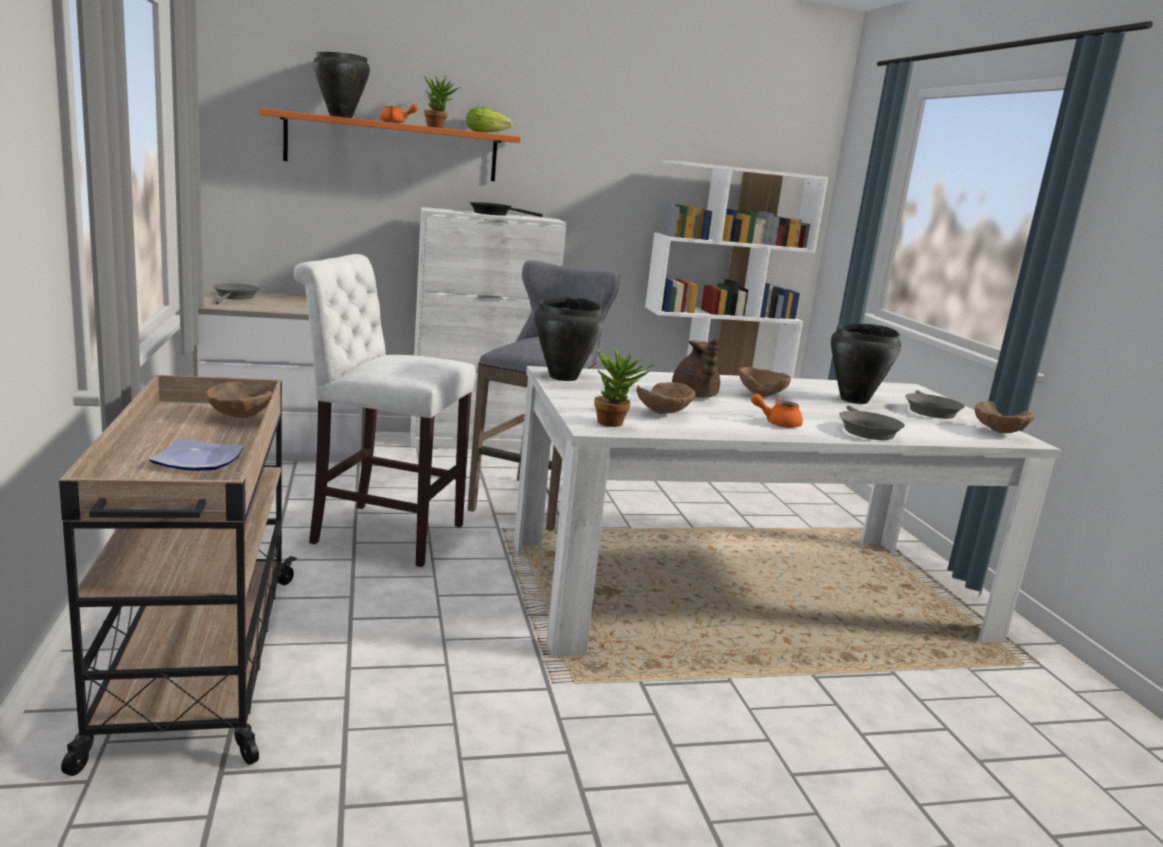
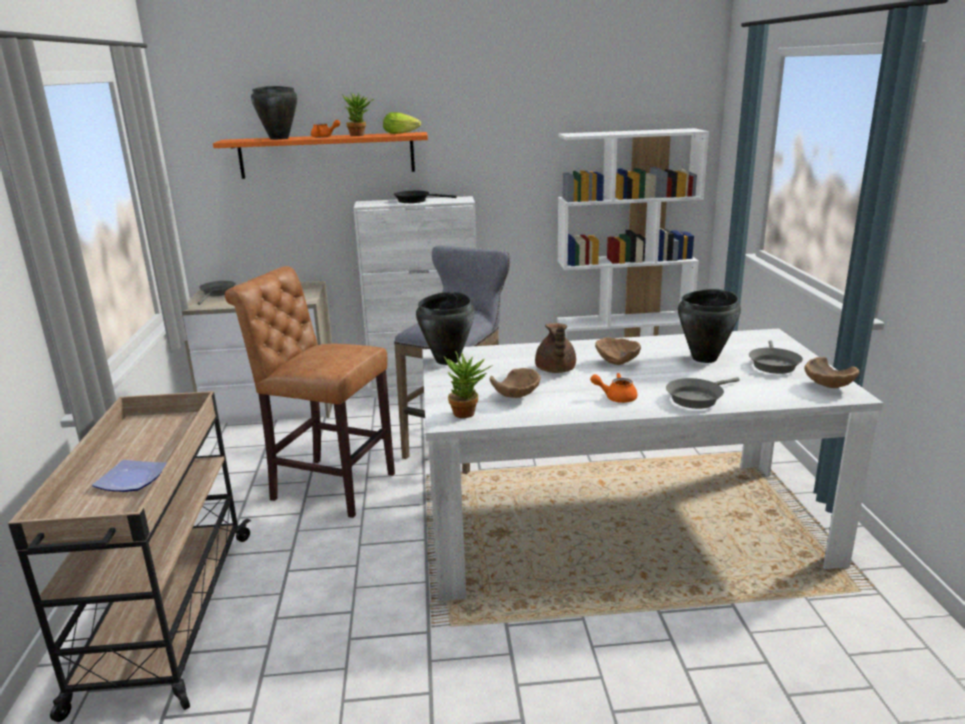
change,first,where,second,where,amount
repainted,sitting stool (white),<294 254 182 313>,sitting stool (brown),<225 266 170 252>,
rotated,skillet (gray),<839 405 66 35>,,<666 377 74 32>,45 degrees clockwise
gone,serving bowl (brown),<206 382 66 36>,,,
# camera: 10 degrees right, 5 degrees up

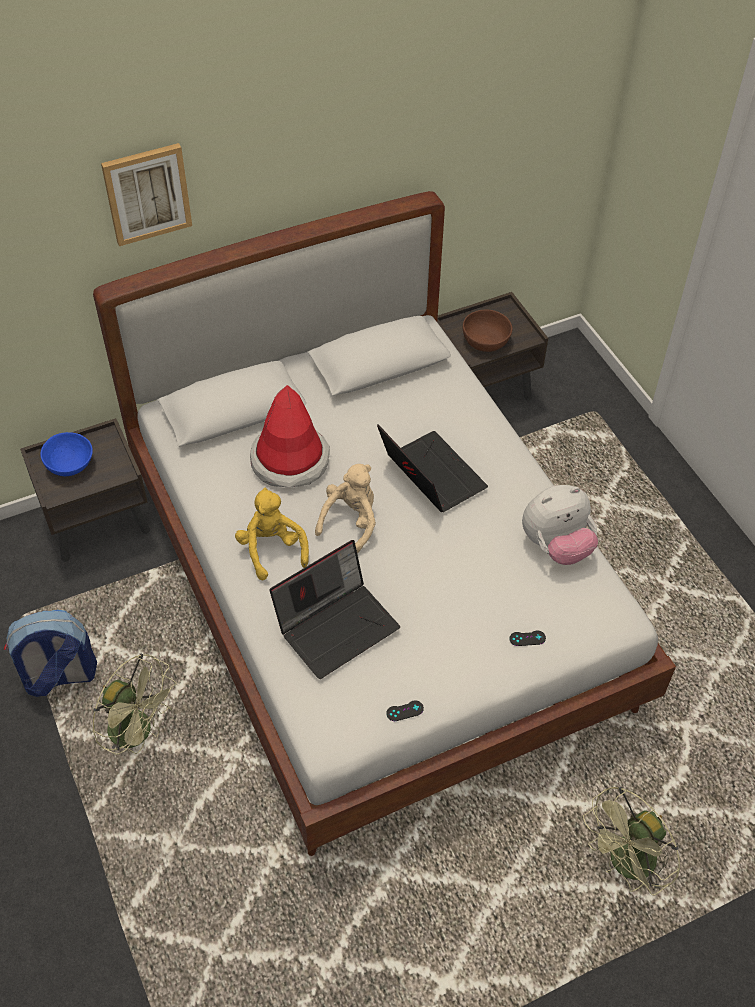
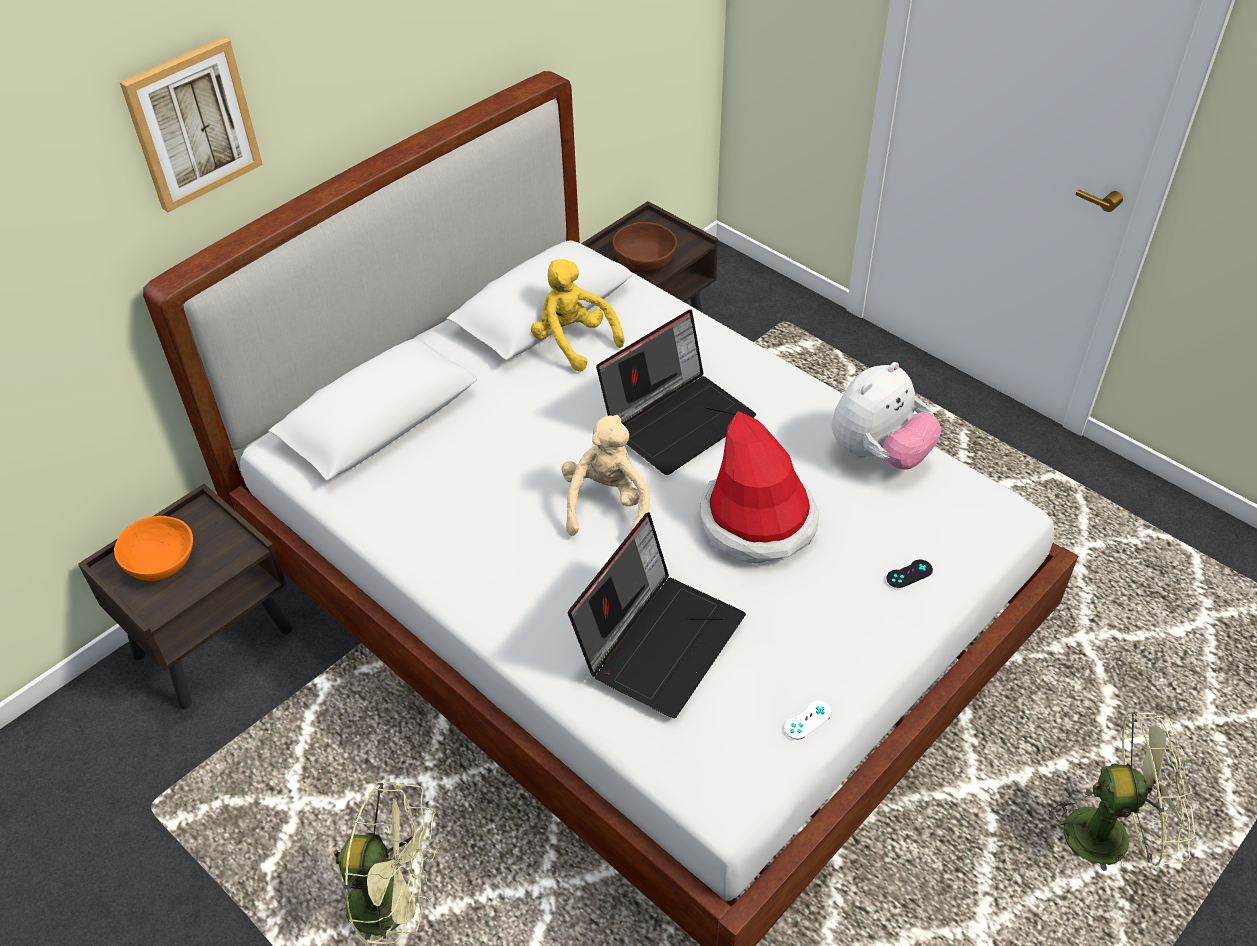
change,first,where,second,where,amount
repainted,serving bowl (blue-coloured),<41 432 52 44>,serving bowl (orange-coloured),<114 516 79 65>,
shifted,soft toy (yellowish),<235 488 74 92>,,<531 259 94 113>,
rotated,laptop,<377 424 111 88>,,<596 310 160 165>,105 degrees clockwise
shifted,hat,<250 385 80 102>,,<699 411 120 153>,
repainted,joypad (blackish),<386 700 38 21>,joypad (white),<784 701 48 39>,
rotated,electric fan (green),<583 787 97 109>,,<1049 711 147 160>,120 degrees counterclockwise
gone,rucksack,<4 610 93 87>,,,
# camera: 20 degrees left, 5 degrees down

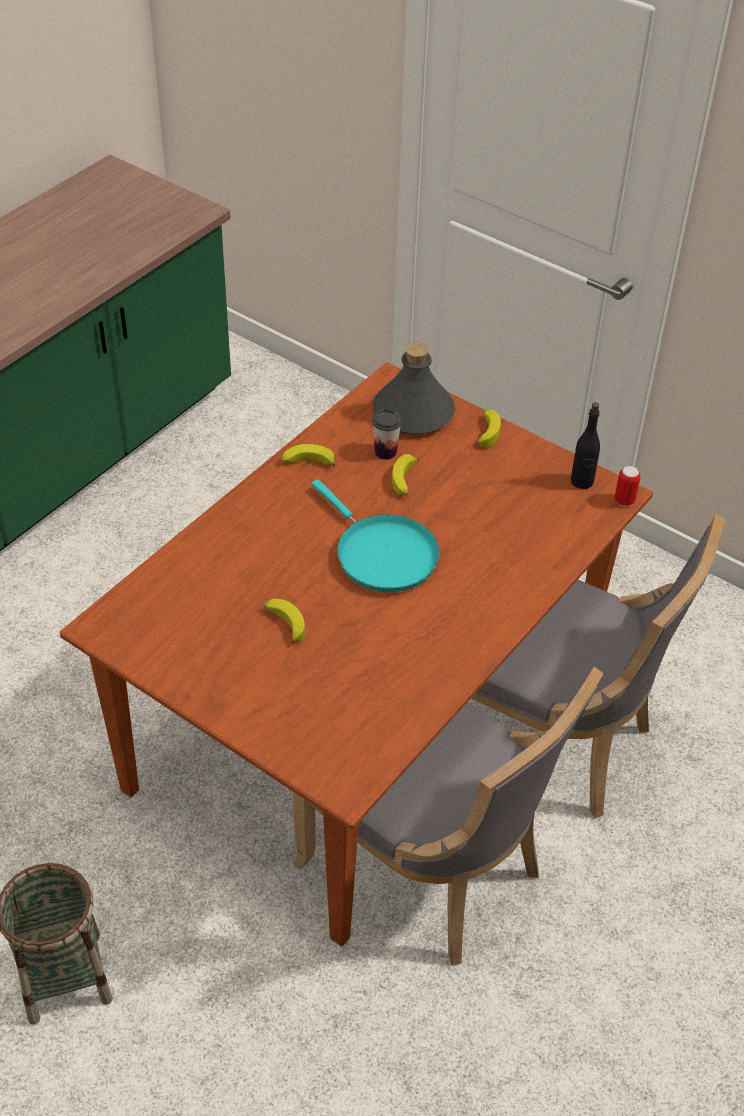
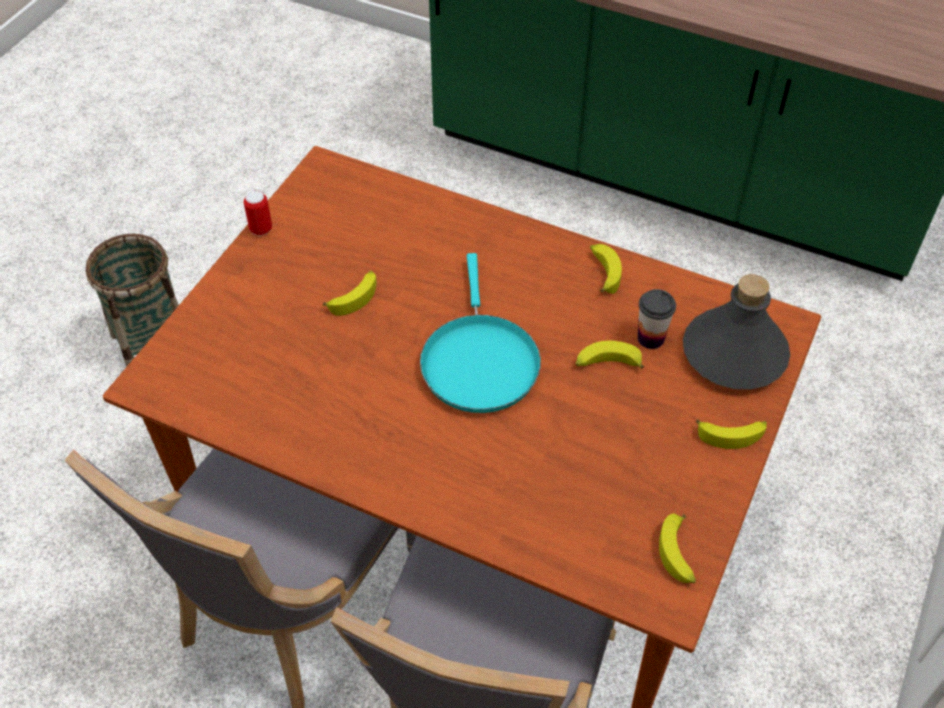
change,first,where,second,where,amount
shifted,metal can,<615 466 26 40>,,<244 191 28 45>,
rotated,skillet (blue-green),<311 479 129 113>,,<420 253 121 160>,45 degrees counterclockwise
swapped,beverage bottle (blackish),<571 402 29 87>,banana fruit,<659 514 37 69>,
# camera: 80 degrees right, 5 degrees up

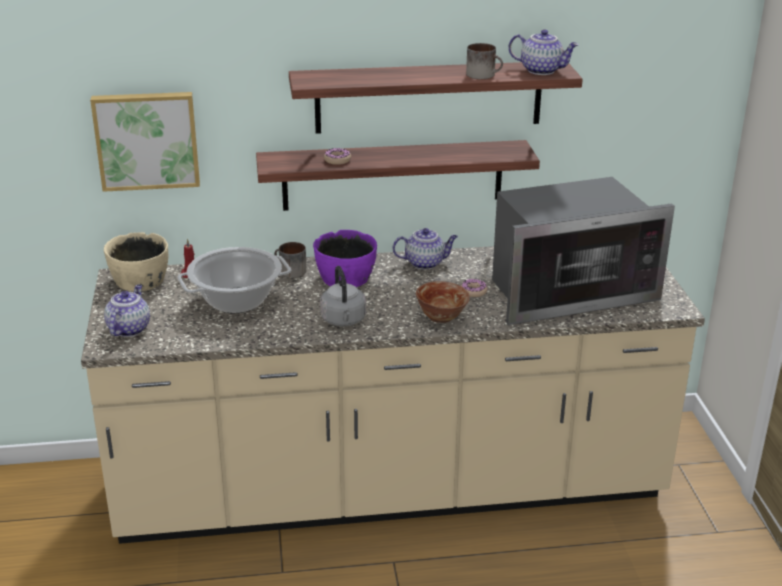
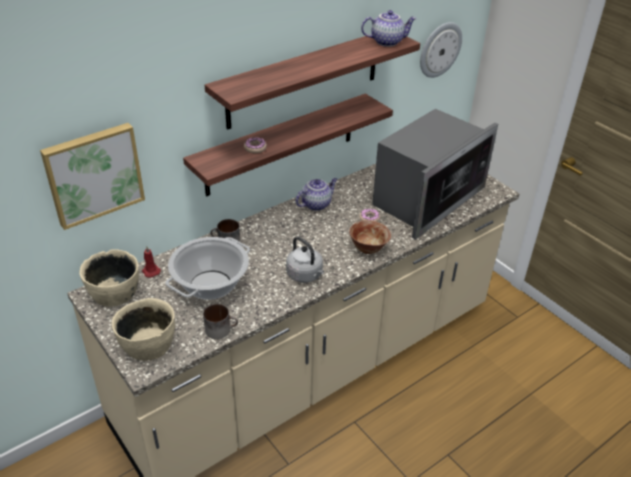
change,first,where,second,where,amount
swapped,teapot,<104 284 46 53>,serving bowl (beige-coloured),<112 298 63 63>,
shifted,tea mug,<466 43 37 36>,,<203 304 35 35>,
new,,,wall clock,<420 22 42 56>,
gone,serving bowl (purple-coloured),<313 230 64 57>,,,
# camera: 30 degrees left, 10 degrees up

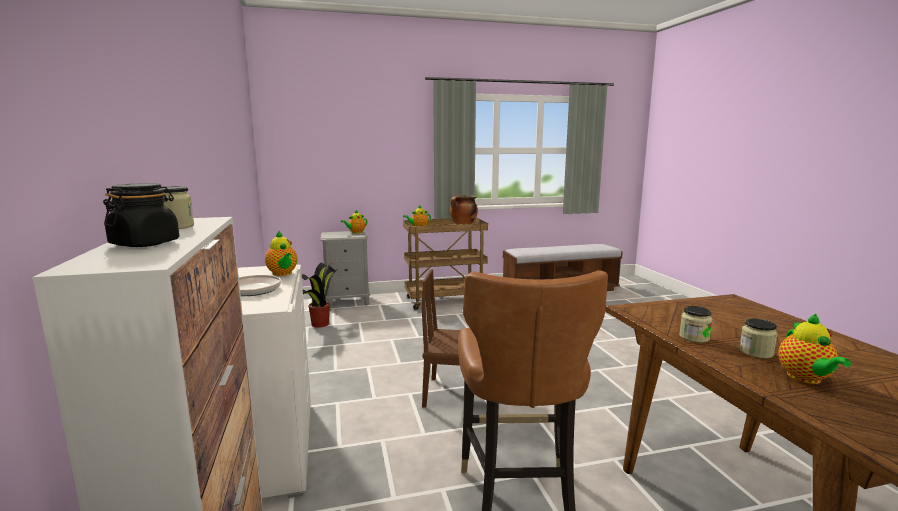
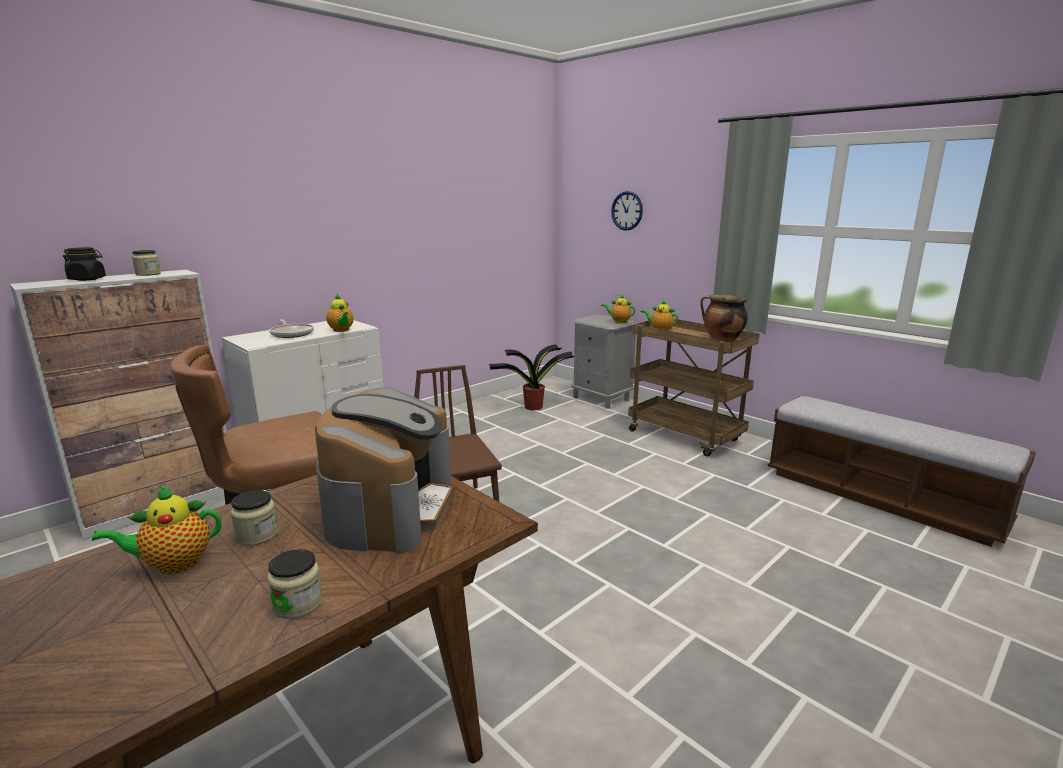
change,first,where,second,where,amount
shifted,storage jar,<679 306 34 37>,,<268 549 55 70>,
new,,,coffee maker,<315 387 138 166>,
rotated,teapot,<265 231 33 45>,,<326 293 28 39>,60 degrees counterclockwise
new,,,wall clock,<611 191 32 40>,
# camera: 60 degrees right, 5 degrees up

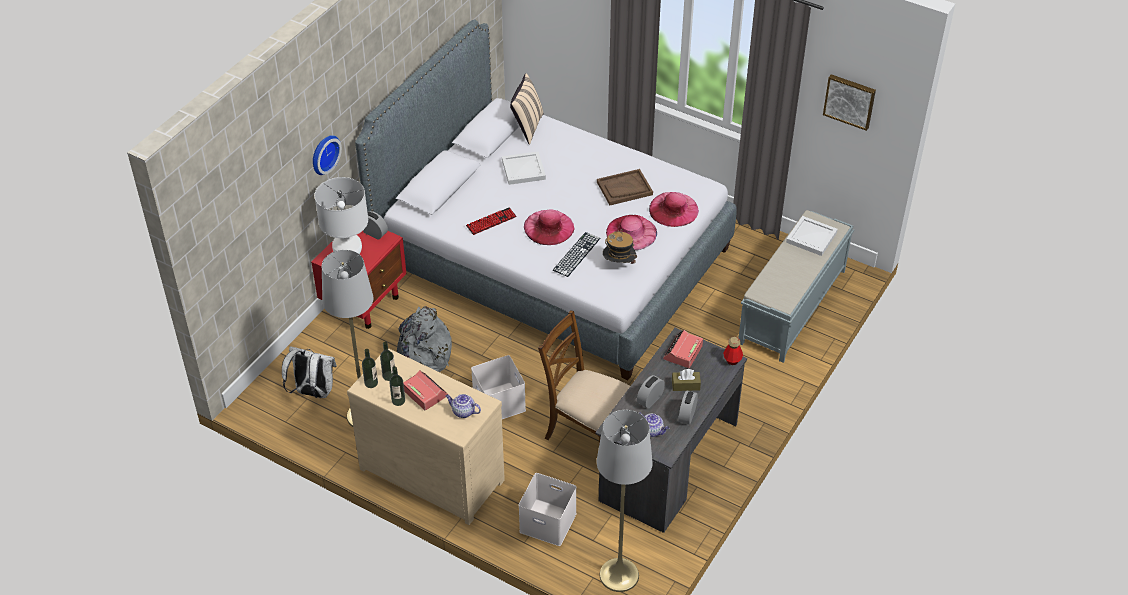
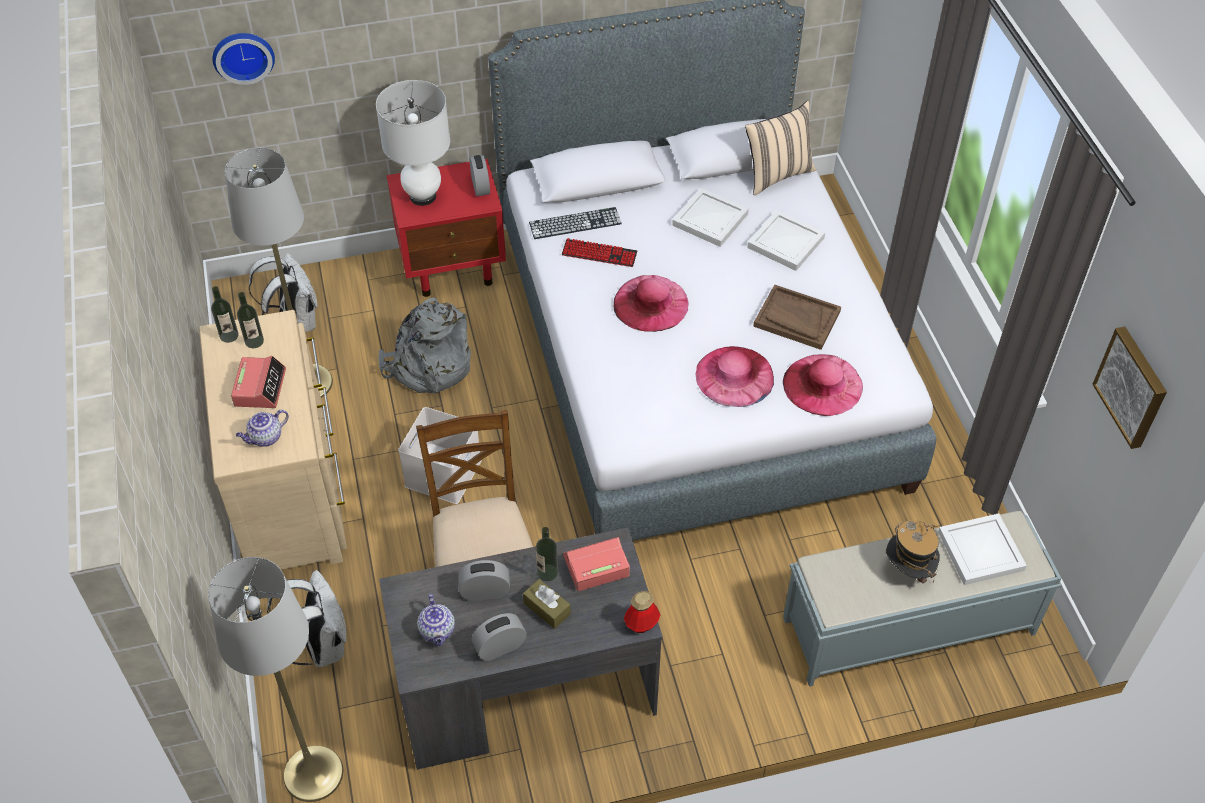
change,first,where,second,where,amount
shifted,wall clock,<313 135 29 40>,,<212 33 63 52>,
rotated,teapot,<445 394 36 24>,,<236 410 53 37>,105 degrees counterclockwise
swapped,storage container (white),<519 473 58 73>,rucksack (white),<267 570 79 98>,
shifted,computer keyboard,<553 232 47 45>,,<529 207 93 32>,
shifted,beverage bottle,<389 366 16 40>,,<536 527 22 54>,
new,,,tray (white),<747 210 78 61>,
shifted,hat,<603 229 34 35>,,<886 520 54 64>,
# camera: 45 degrees right, 5 degrees up

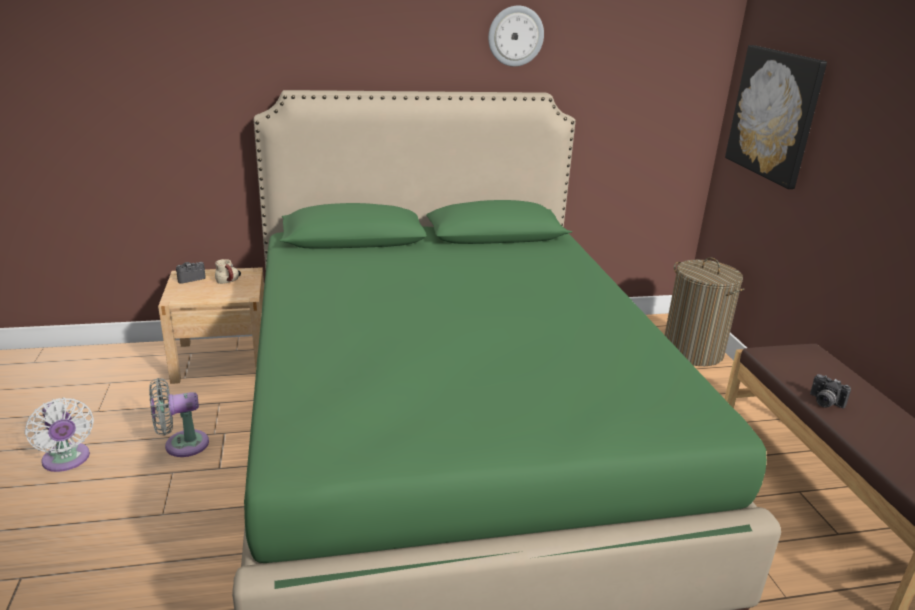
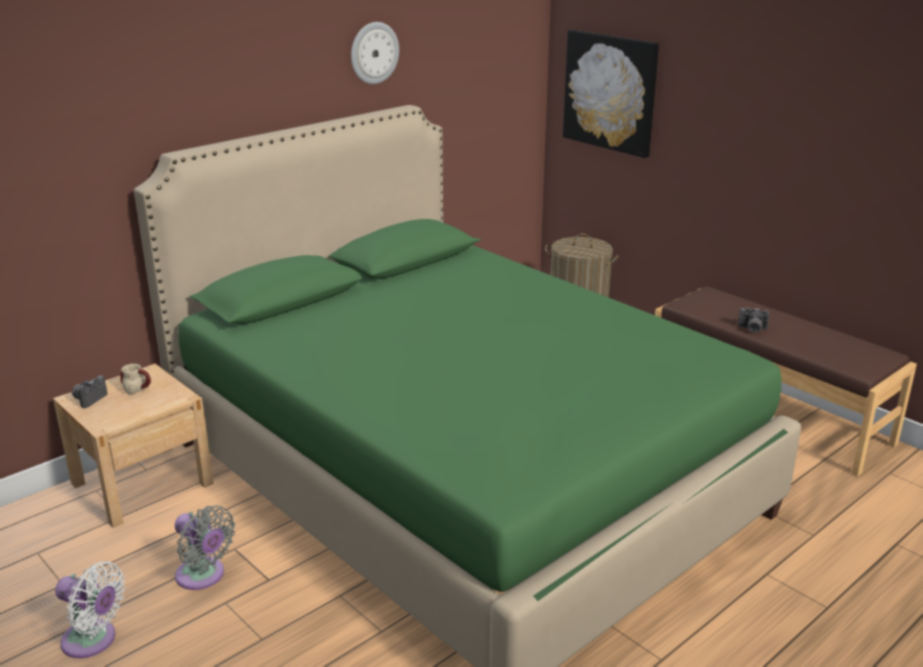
change,first,where,second,where,amount
rotated,electric fan (gray),<149 378 60 79>,,<175 505 60 85>,90 degrees counterclockwise
# camera: 30 degrees left, 0 degrees up

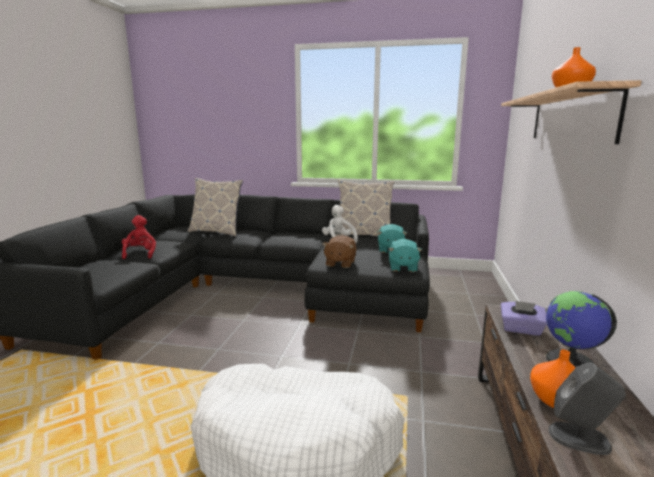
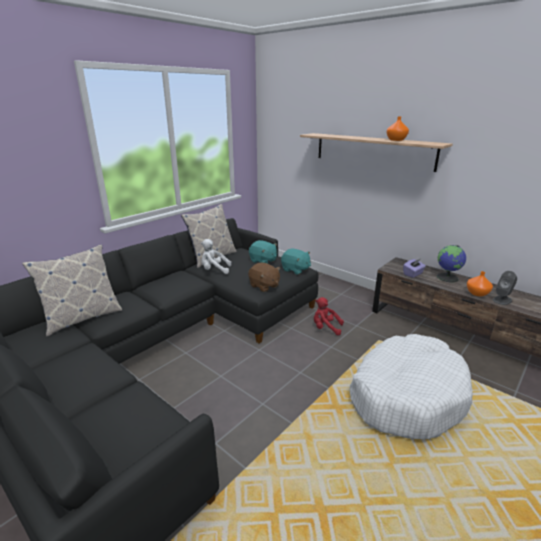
change,first,where,second,where,amount
shifted,soft toy (red-coloured),<122 215 34 44>,,<314 297 30 38>,
# camera: 60 degrees left, 10 degrees up

